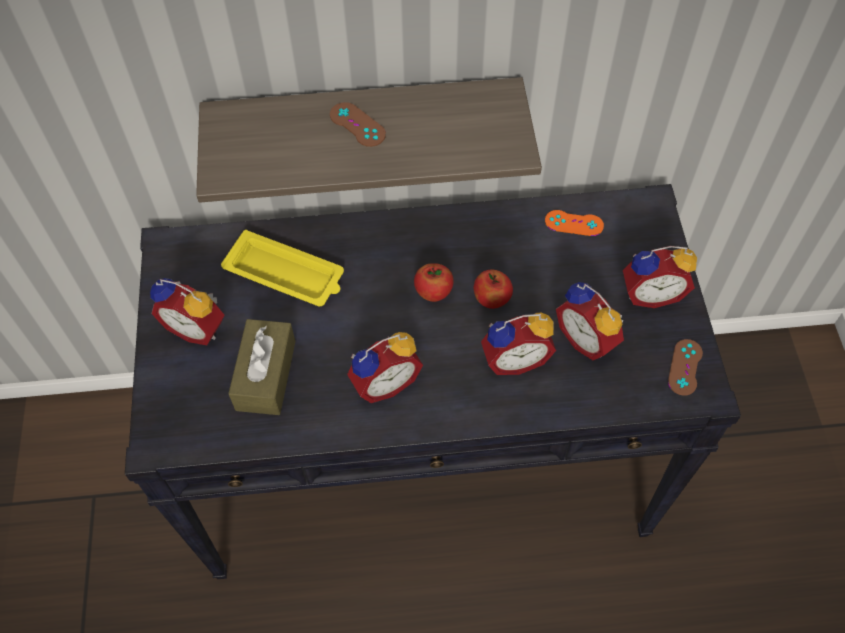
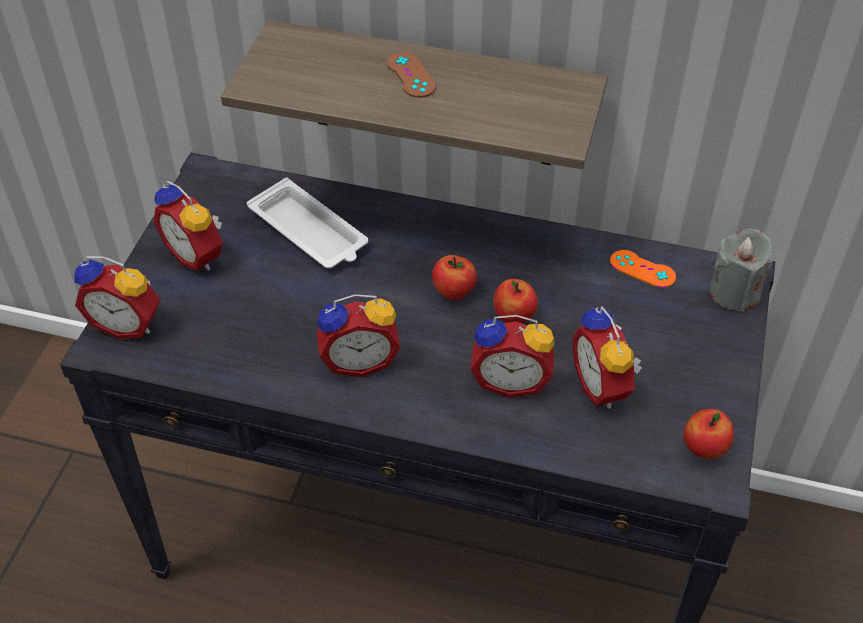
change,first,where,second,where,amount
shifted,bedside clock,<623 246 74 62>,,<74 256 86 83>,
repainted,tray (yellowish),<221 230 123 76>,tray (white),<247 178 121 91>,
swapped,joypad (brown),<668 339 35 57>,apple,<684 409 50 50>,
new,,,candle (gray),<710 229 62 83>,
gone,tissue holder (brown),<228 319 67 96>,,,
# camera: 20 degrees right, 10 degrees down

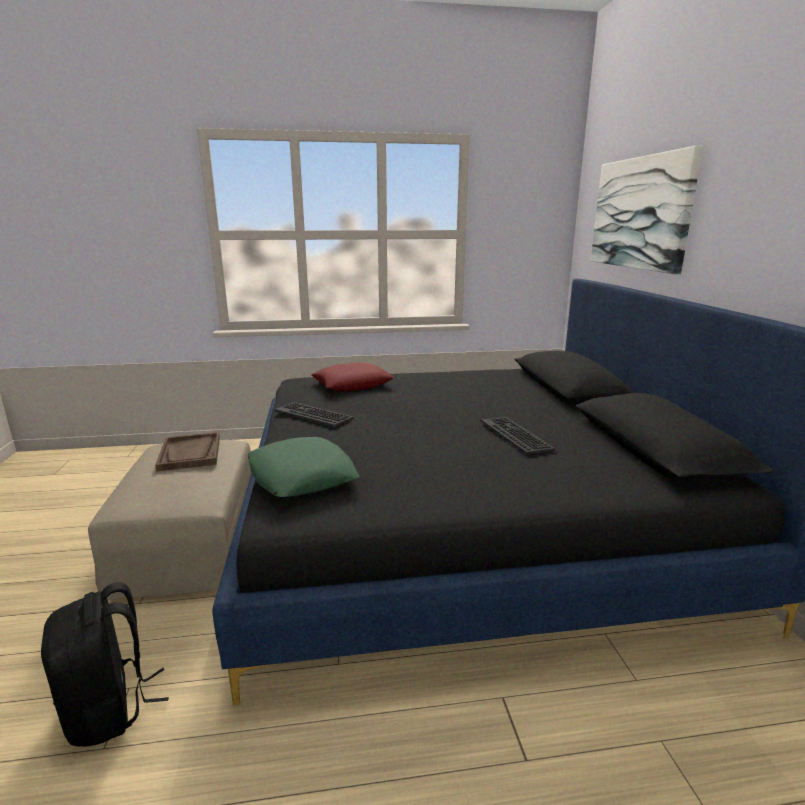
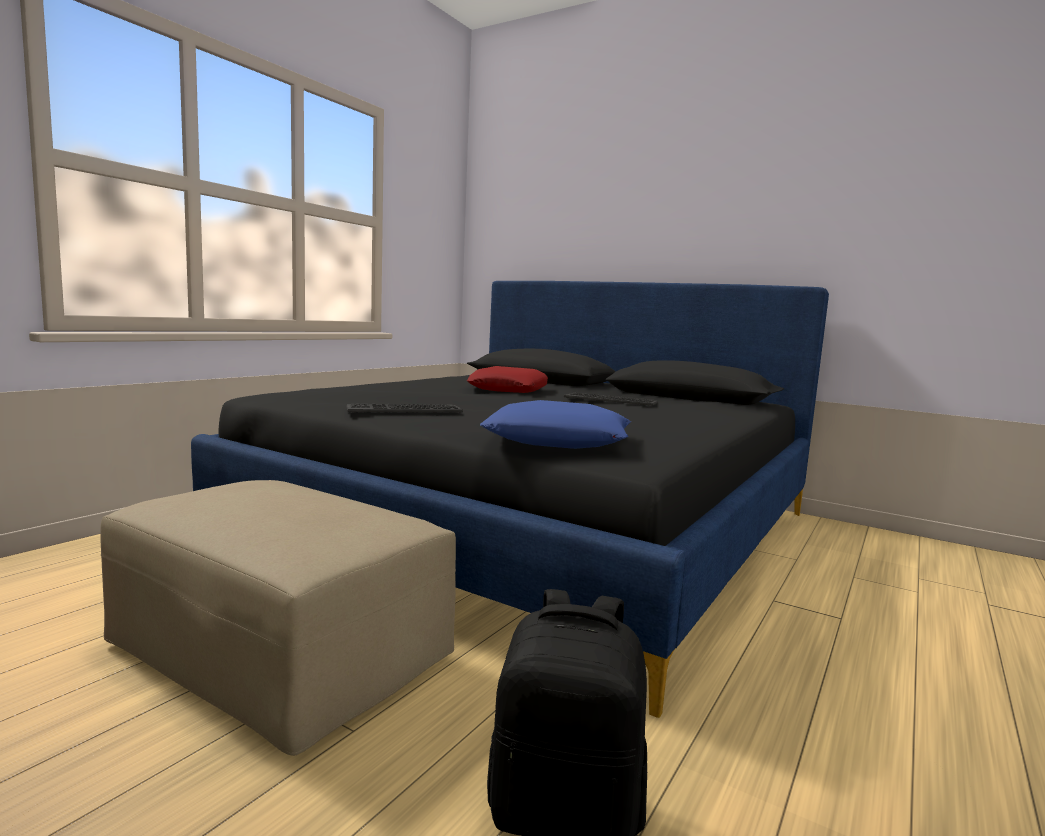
change,first,where,second,where,amount
shifted,throw pillow (red-coloured),<312 362 82 29>,,<467 366 81 27>,
repainted,throw pillow (green),<248 437 111 60>,throw pillow (blue-coloured),<480 400 151 49>,
gone,tray (brown),<155 432 65 40>,,,
gone,wall picture,<591 145 112 129>,,,
# camera: 50 degrees left, 10 degrees down

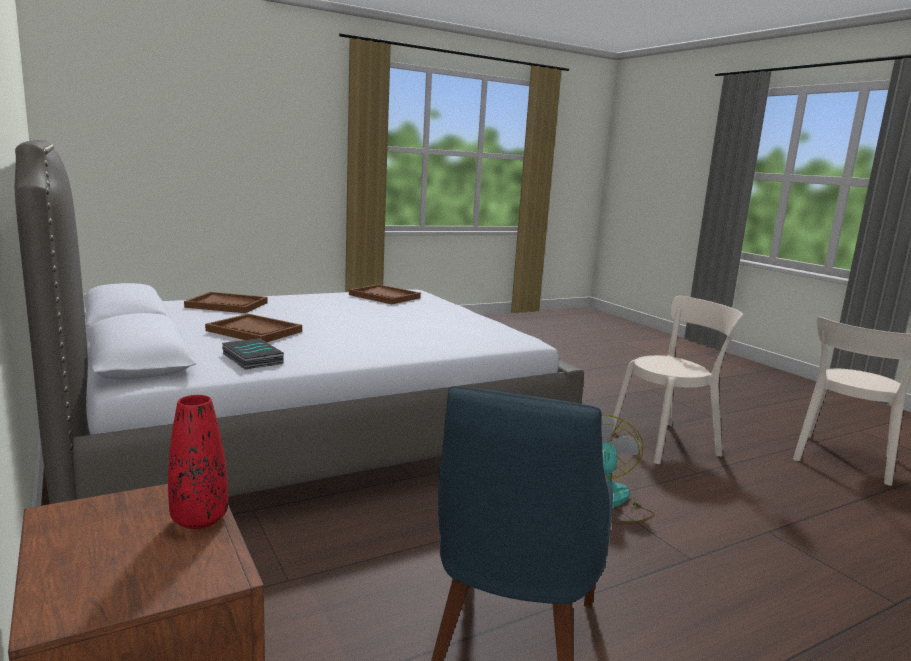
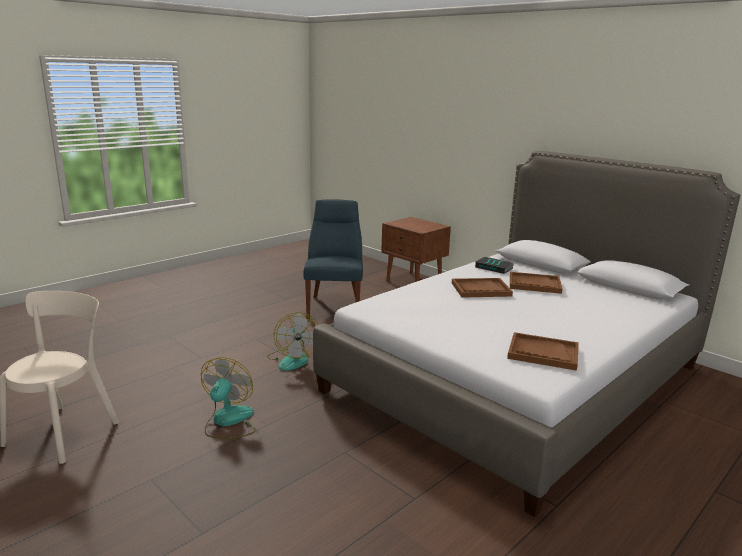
change,first,where,second,where,amount
swapped,chair (beige-coloured),<612 296 131 168>,electric fan,<201 357 55 82>,
shifted,tray (brown),<184 292 84 21>,,<452 278 61 20>,
gone,decorative vase (red-coloured),<168 395 60 134>,,,
# camera: 165 degrees right, 5 degrees up

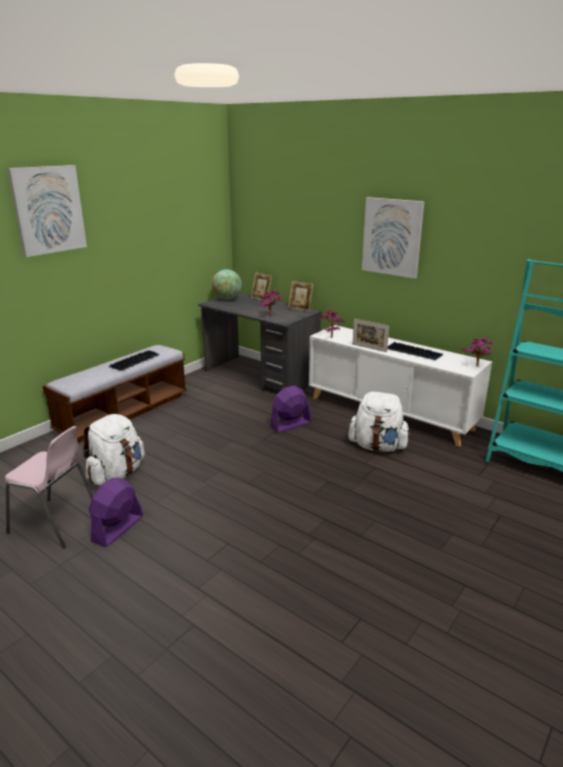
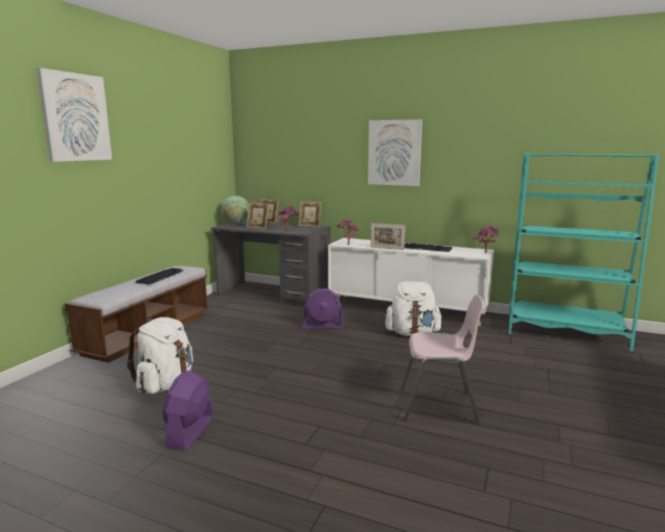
change,first,where,second,where,amount
new,,,photo frame,<247 202 22 27>,
rotated,electric fan (purple-coloured),<270 386 41 46>,,<303 289 40 40>,135 degrees counterclockwise
shifted,chair (pinkish),<5 426 88 122>,,<401 295 84 128>,
# camera: 15 degrees left, 10 degrees down

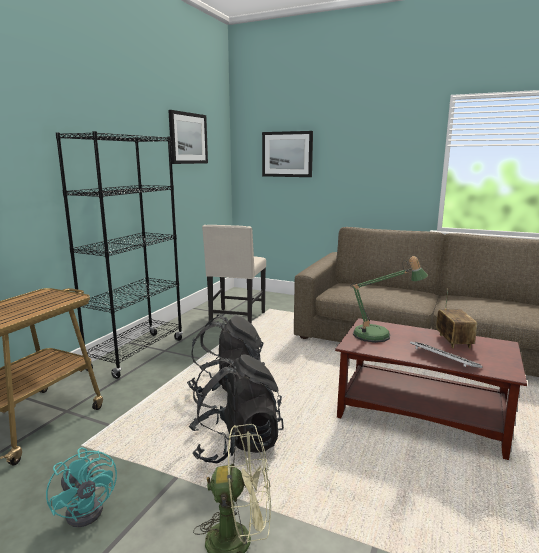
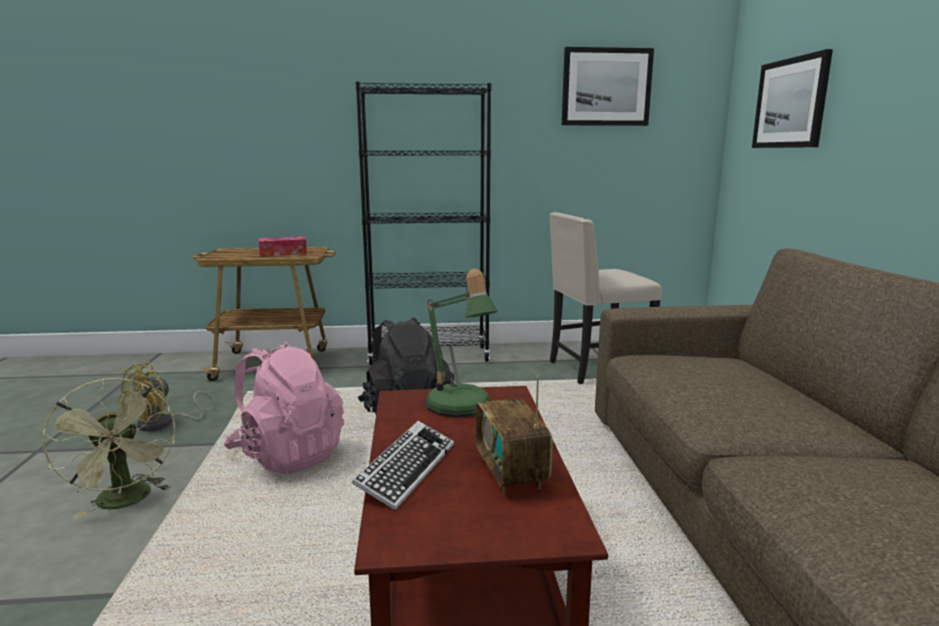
change,first,where,second,where,amount
repainted,electric fan (blue-green),<46 448 71 79>,electric fan (yellowish),<117 362 99 69>,
repainted,rucksack (blackish),<189 354 95 110>,rucksack (pinkish),<224 341 120 133>,
new,,,tissue holder,<259 236 48 21>,
rotated,radio receiver,<436 288 41 61>,,<476 376 77 119>,105 degrees clockwise
# camera: 60 degrees right, 0 degrees up

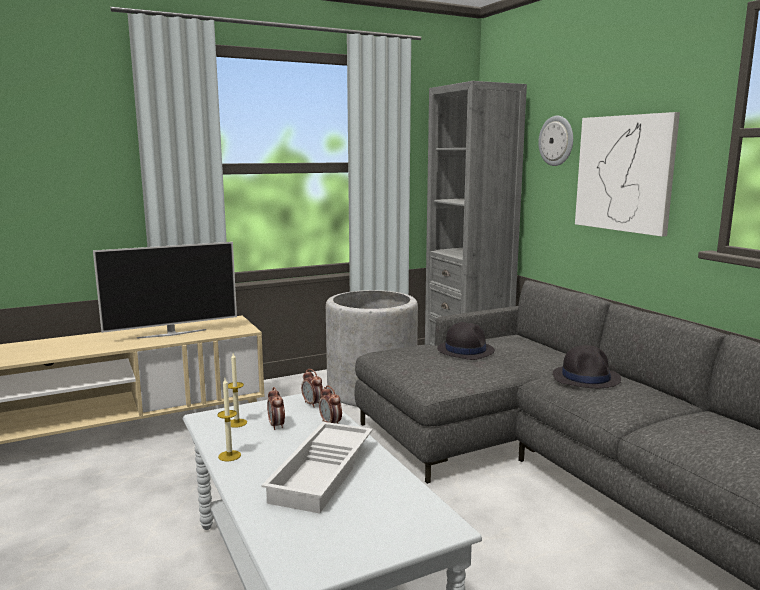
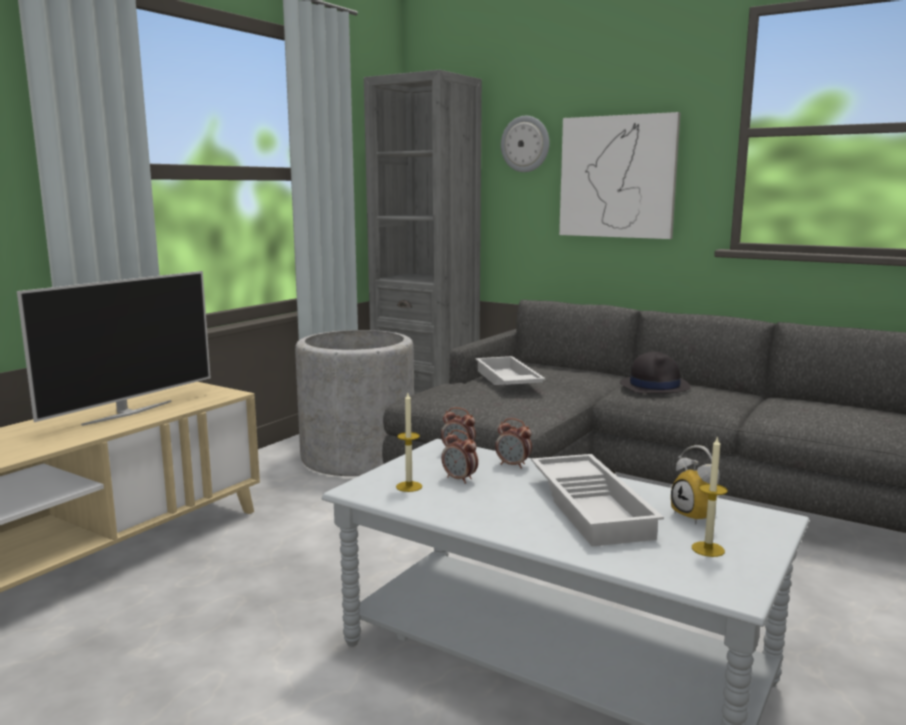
change,first,where,second,where,amount
swapped,hat (blackish),<437 322 58 38>,tray (white),<475 356 71 29>,
new,,,bedside clock,<671 445 49 80>,
shifted,candle,<217 378 24 83>,,<692 436 36 121>,
# camera: 30 degrees left, 0 degrees up

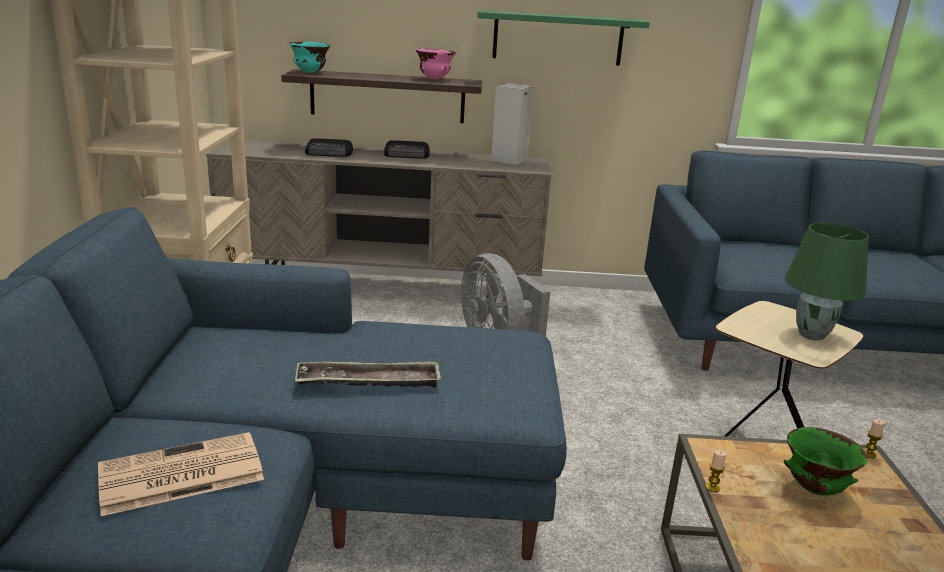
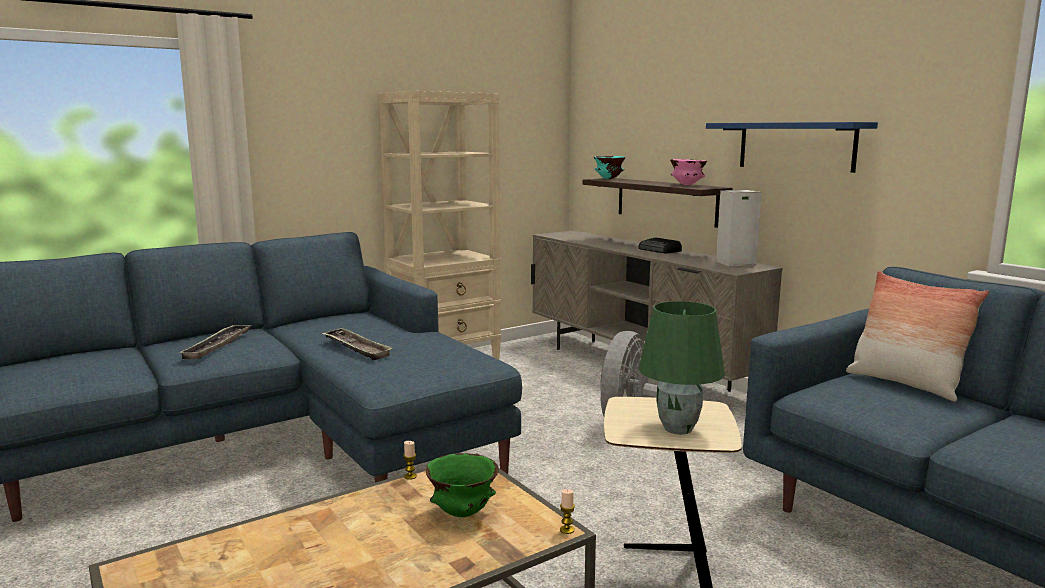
change,first,where,second,where,amount
swapped,daily paper,<98 432 166 84>,tray,<178 325 74 34>,
repainted,wall shelf (green),<477 10 173 56>,wall shelf (blue-coloured),<706 122 172 51>,
new,,,throw pillow,<846 271 143 130>,
gone,radio receiver,<305 138 48 19>,,,
# camera: 55 degrees right, 10 degrees down

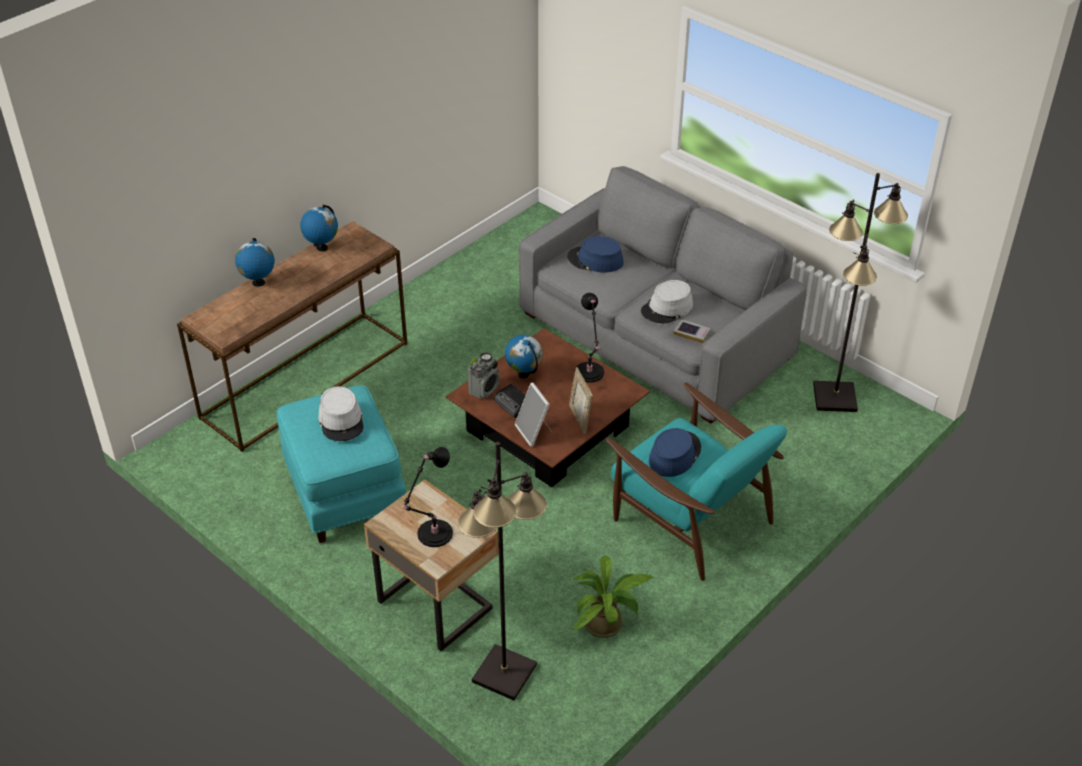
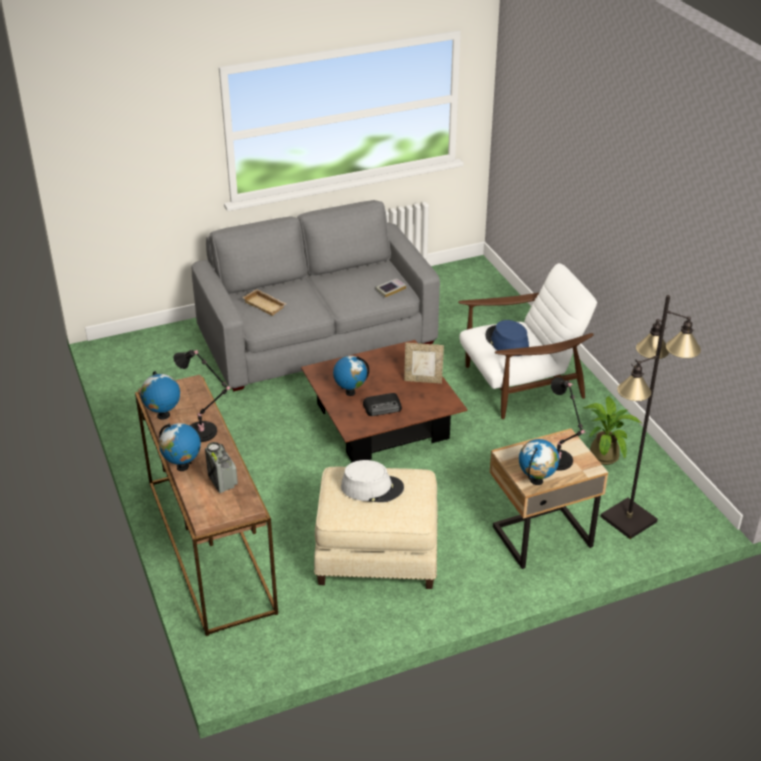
change,first,where,second,where,amount
shifted,lamp for a table (blackish),<575 293 29 90>,,<173 350 57 92>,
shifted,radio receiver,<468 352 31 47>,,<205 442 33 51>,
swapped,hat (blue-coloured),<567 236 57 36>,tray (beige-coloured),<242 289 44 27>,
repainted,pouffe (blue-green),<277 385 129 158>,pouffe (beige-coloured),<314 467 124 122>,
repainted,lounge chair (blue-green),<606 383 181 198>,lounge chair (white),<458 263 139 156>,
new,,,world globe,<519 439 40 46>,
gone,photo frame,<515 382 37 65>,,,
gone,hat (gray),<641 280 52 44>,,,
gone,standard lamp (blackish),<813 173 95 239>,,,
# camera: 65 degrees left, 5 degrees down

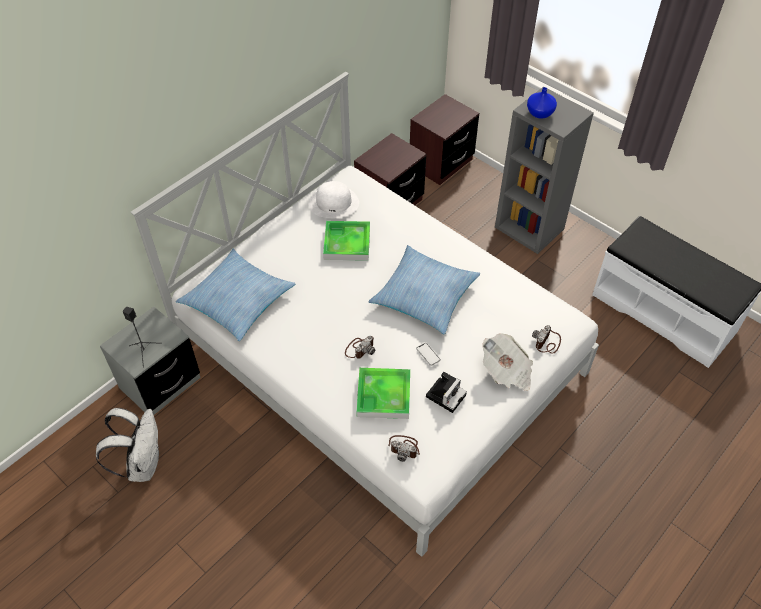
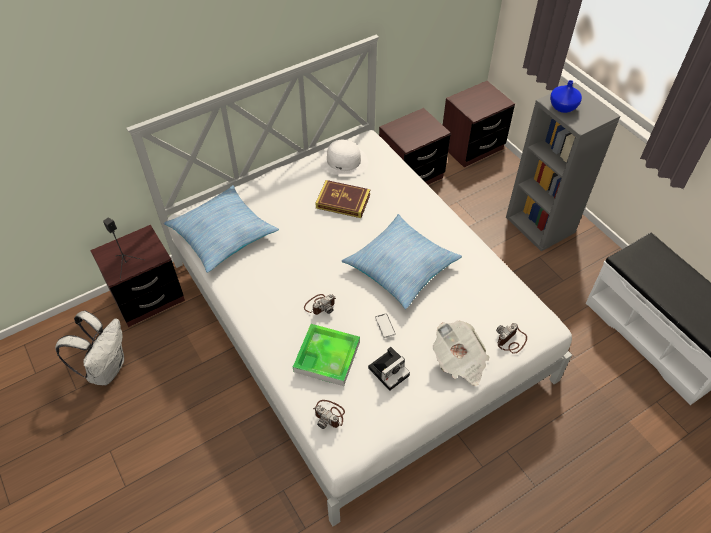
change,first,where,second,where,amount
repainted,bedside table (gray),<100 306 101 109>,bedside table (brown),<90 225 95 102>,
swapped,tray,<323 221 47 40>,volume,<316 180 54 38>,
# camera: 15 degrees right, 0 degrees up

